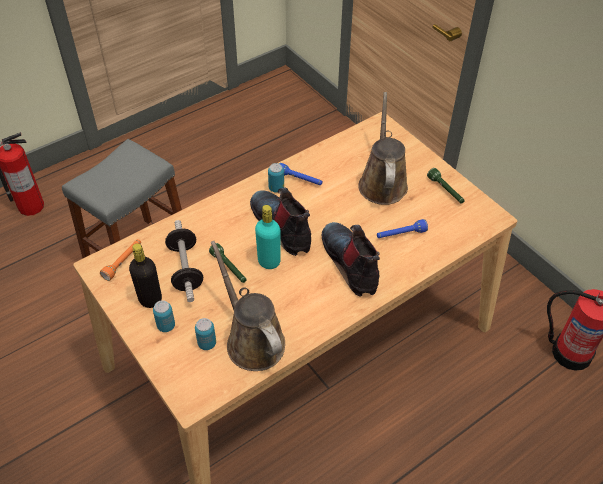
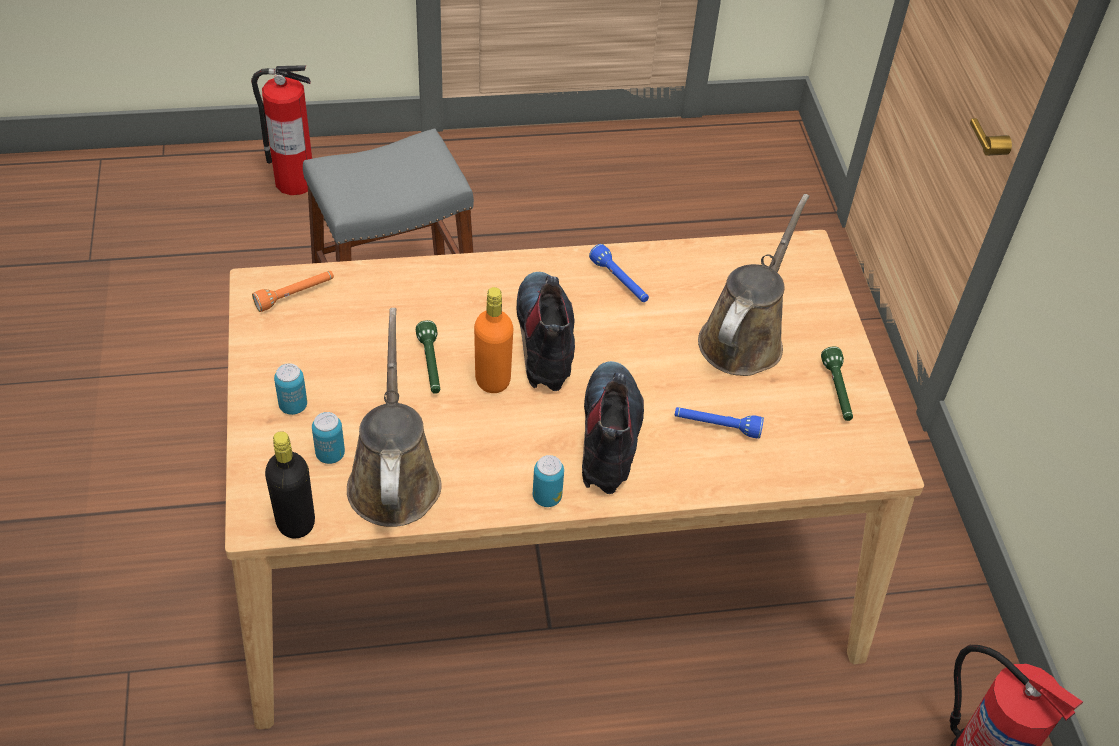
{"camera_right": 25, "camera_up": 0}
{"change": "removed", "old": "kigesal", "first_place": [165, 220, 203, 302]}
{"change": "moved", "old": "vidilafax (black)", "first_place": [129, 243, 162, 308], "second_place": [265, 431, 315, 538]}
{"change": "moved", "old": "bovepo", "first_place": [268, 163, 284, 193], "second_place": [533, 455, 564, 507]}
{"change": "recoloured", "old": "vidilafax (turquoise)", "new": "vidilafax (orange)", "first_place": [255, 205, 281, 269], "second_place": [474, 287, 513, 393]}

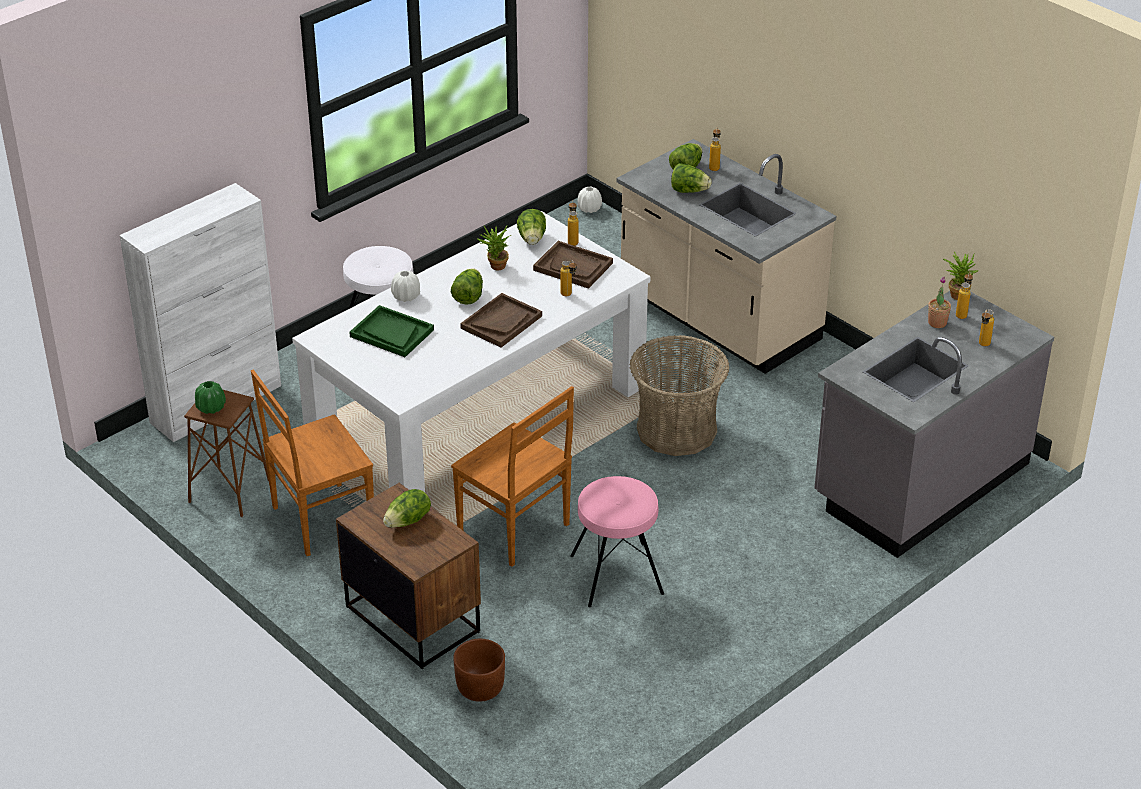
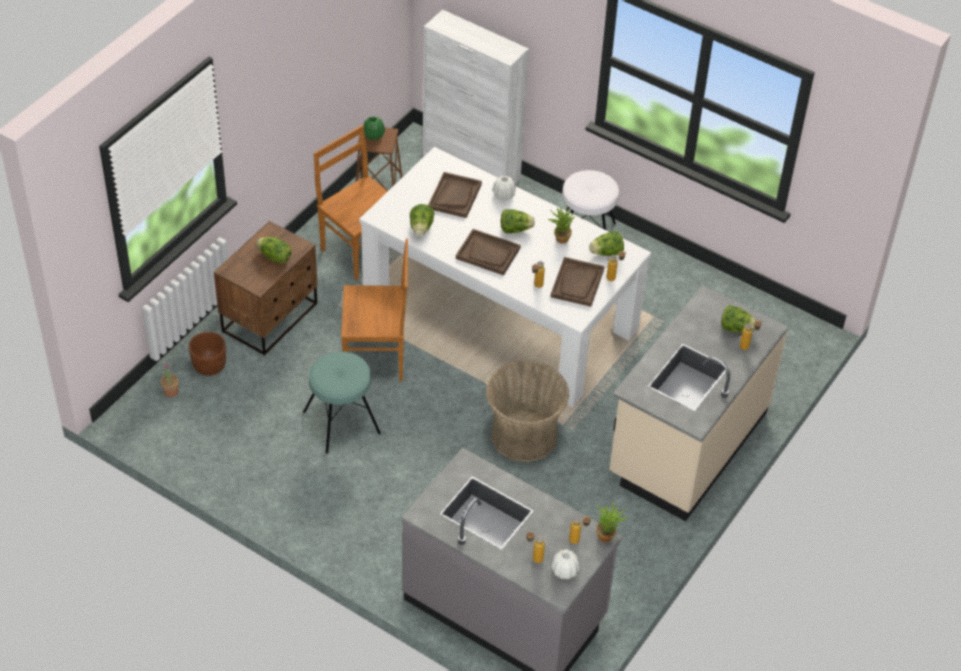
{"camera_right": 75, "camera_up": 10}
{"change": "moved", "old": "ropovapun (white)", "first_place": [578, 187, 602, 213], "second_place": [552, 549, 579, 579]}
{"change": "moved", "old": "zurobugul", "first_place": [671, 163, 712, 193], "second_place": [410, 204, 434, 236]}
{"change": "moved", "old": "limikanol", "first_place": [928, 277, 951, 328], "second_place": [161, 363, 179, 397]}
{"change": "recoloured", "old": "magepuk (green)", "new": "magepuk (brown)", "first_place": [349, 305, 434, 357], "second_place": [428, 172, 482, 218]}
{"change": "recoloured", "old": "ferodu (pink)", "new": "ferodu (turquoise)", "first_place": [570, 476, 664, 607], "second_place": [303, 351, 381, 454]}
{"change": "turned", "old": "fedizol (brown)", "first_place": [451, 386, 574, 567], "second_place": [341, 239, 408, 381], "degrees": -120}

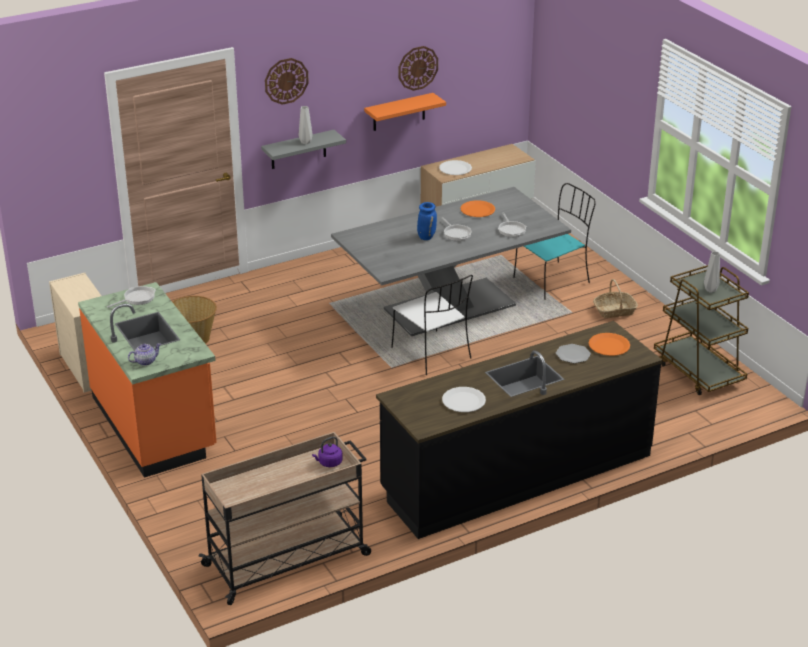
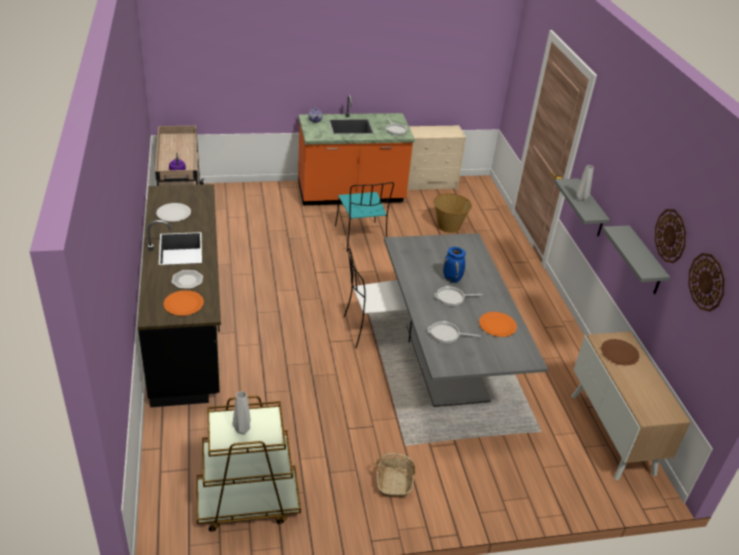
{"camera_right": 105, "camera_up": 5}
{"change": "moved", "old": "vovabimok", "first_place": [265, 58, 309, 105], "second_place": [688, 253, 725, 312]}
{"change": "moved", "old": "fedizol (turquoise)", "first_place": [513, 183, 596, 300], "second_place": [335, 182, 394, 252]}
{"change": "recoloured", "old": "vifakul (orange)", "new": "vifakul (grey)", "first_place": [364, 93, 446, 131], "second_place": [602, 225, 670, 294]}
{"change": "recoloured", "old": "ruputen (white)", "new": "ruputen (brown)", "first_place": [439, 160, 472, 175], "second_place": [601, 339, 640, 365]}

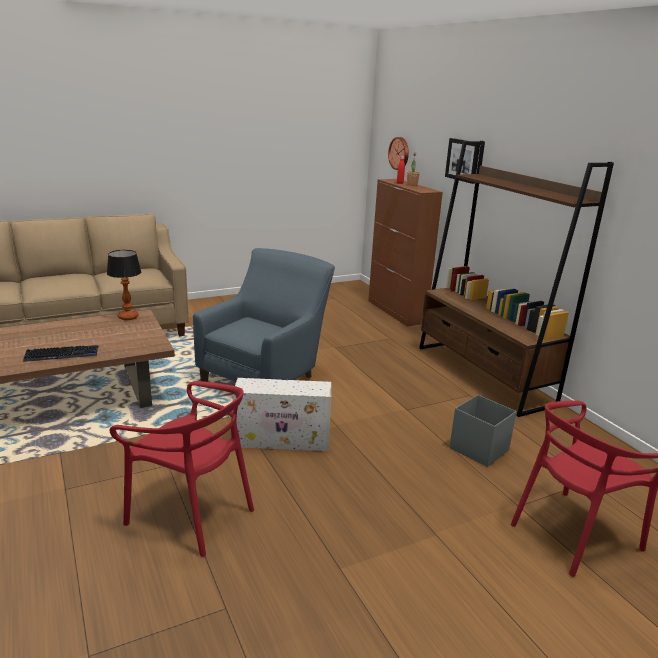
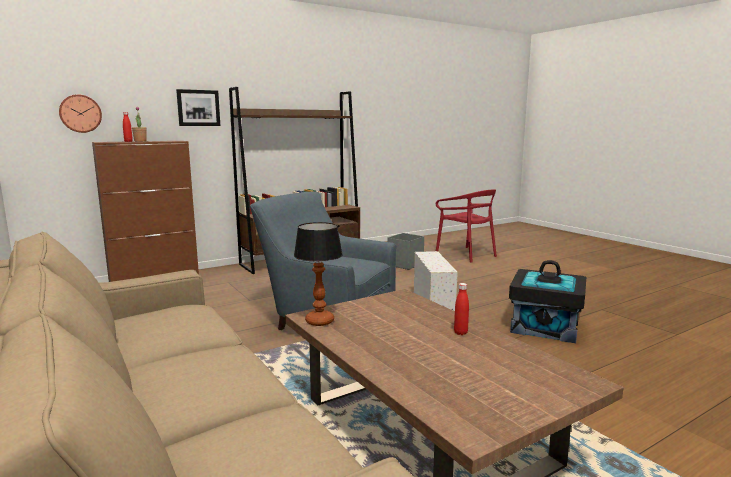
{"camera_right": -95, "camera_up": -10}
{"change": "replaced", "old": "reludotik", "new": "vidilafax (red)", "first_place": [23, 345, 99, 362], "second_place": [454, 283, 469, 335]}
{"change": "replaced", "old": "fedizol (red)", "new": "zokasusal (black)", "first_place": [109, 381, 254, 557], "second_place": [509, 260, 586, 343]}

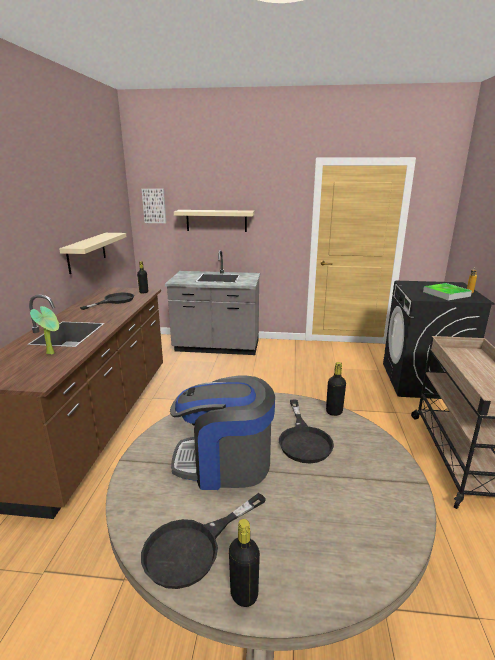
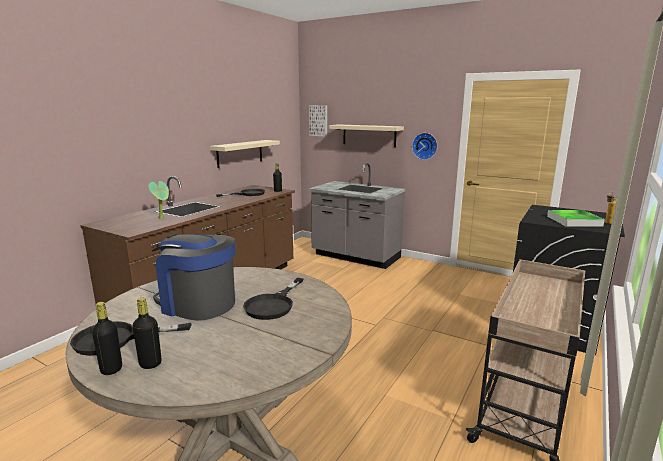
{"camera_right": 25, "camera_up": -5}
{"change": "added", "new": "vovabimok", "second_place": [412, 133, 438, 160]}
{"change": "moved", "old": "vidilafax (black)", "first_place": [326, 362, 346, 416], "second_place": [132, 298, 162, 369]}

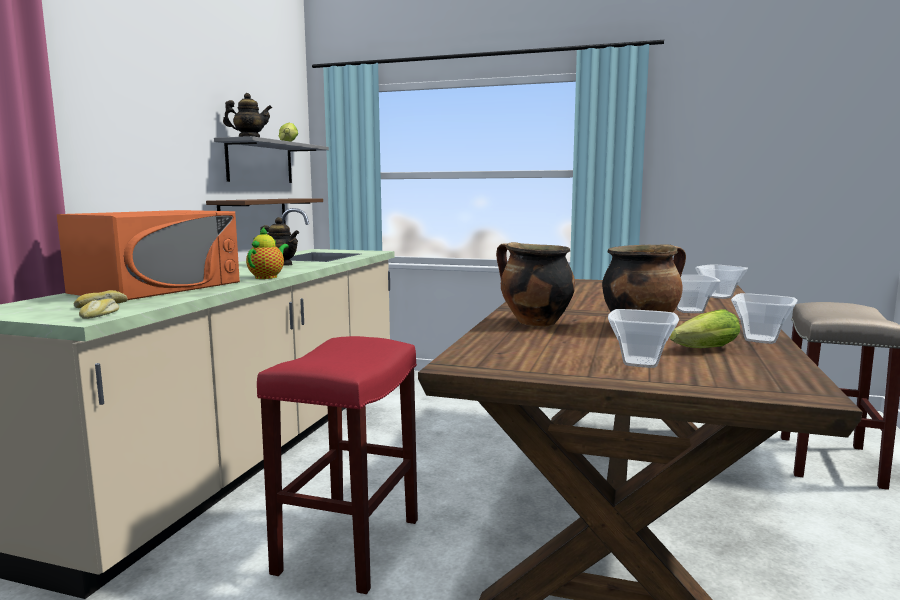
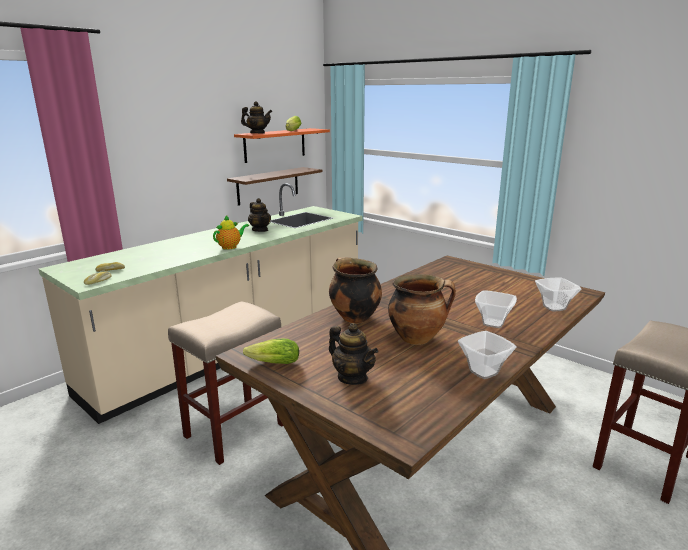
{"camera_right": 25, "camera_up": 10}
{"change": "removed", "old": "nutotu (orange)", "first_place": [57, 210, 240, 300]}
{"change": "moved", "old": "zurobugul", "first_place": [670, 309, 740, 348], "second_place": [243, 339, 299, 364]}
{"change": "replaced", "old": "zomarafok", "new": "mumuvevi", "first_place": [608, 309, 679, 368], "second_place": [329, 323, 378, 385]}
{"change": "recoloured", "old": "vifakul (grey)", "new": "vifakul (orange)", "first_place": [214, 136, 329, 183], "second_place": [234, 128, 330, 163]}
{"change": "recoloured", "old": "ferodu (red)", "new": "ferodu (beige)", "first_place": [257, 336, 418, 594], "second_place": [168, 301, 283, 465]}

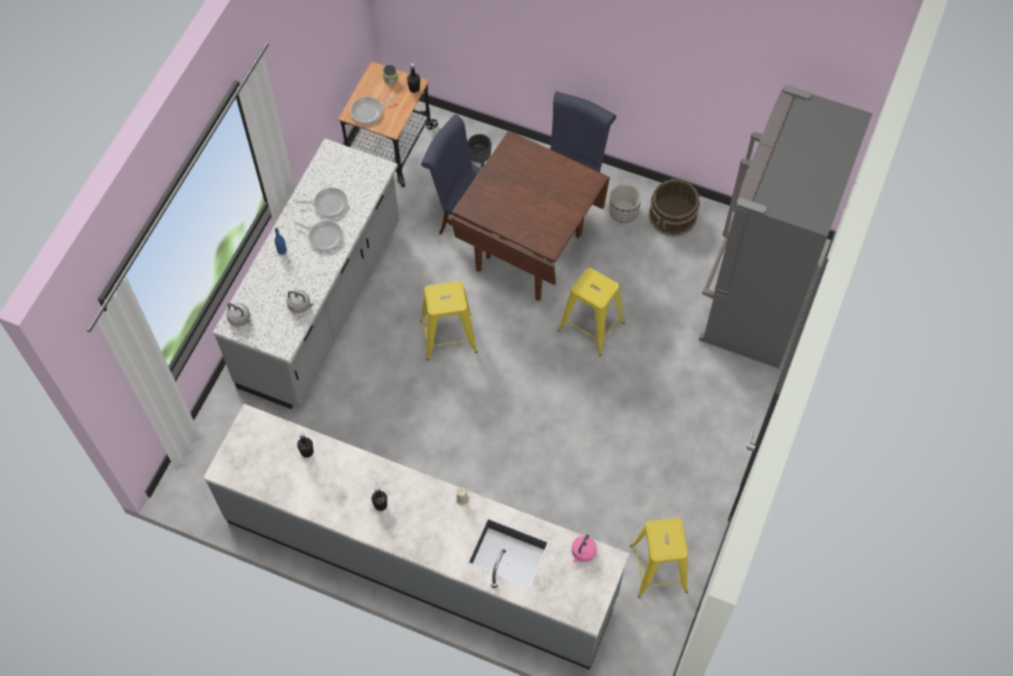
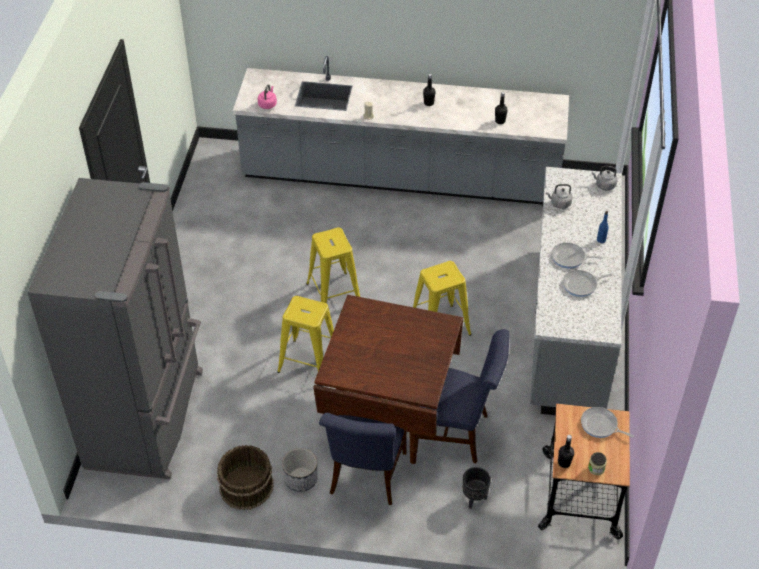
{"camera_right": 165, "camera_up": -15}
{"change": "moved", "old": "ferodu (yellow)", "first_place": [630, 518, 688, 598], "second_place": [306, 227, 360, 304]}
{"change": "turned", "old": "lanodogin", "first_place": [350, 96, 396, 124], "second_place": [581, 407, 634, 438], "degrees": -105}

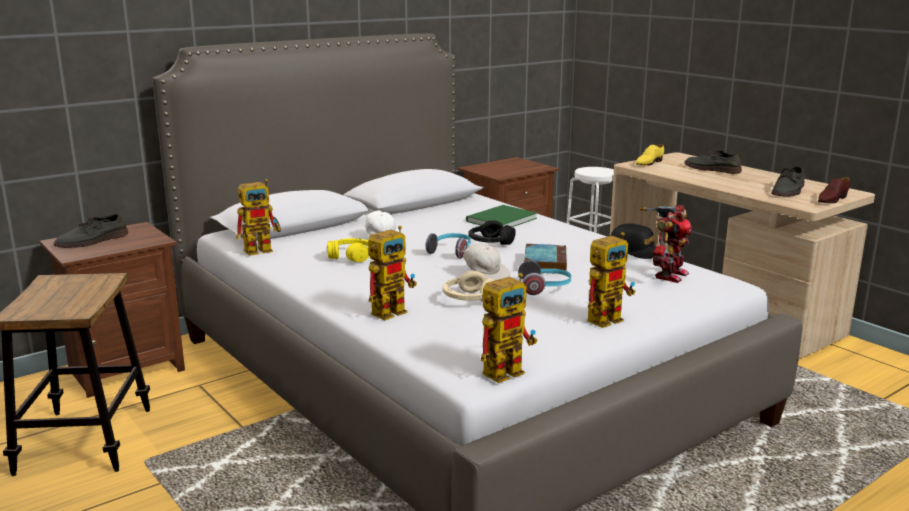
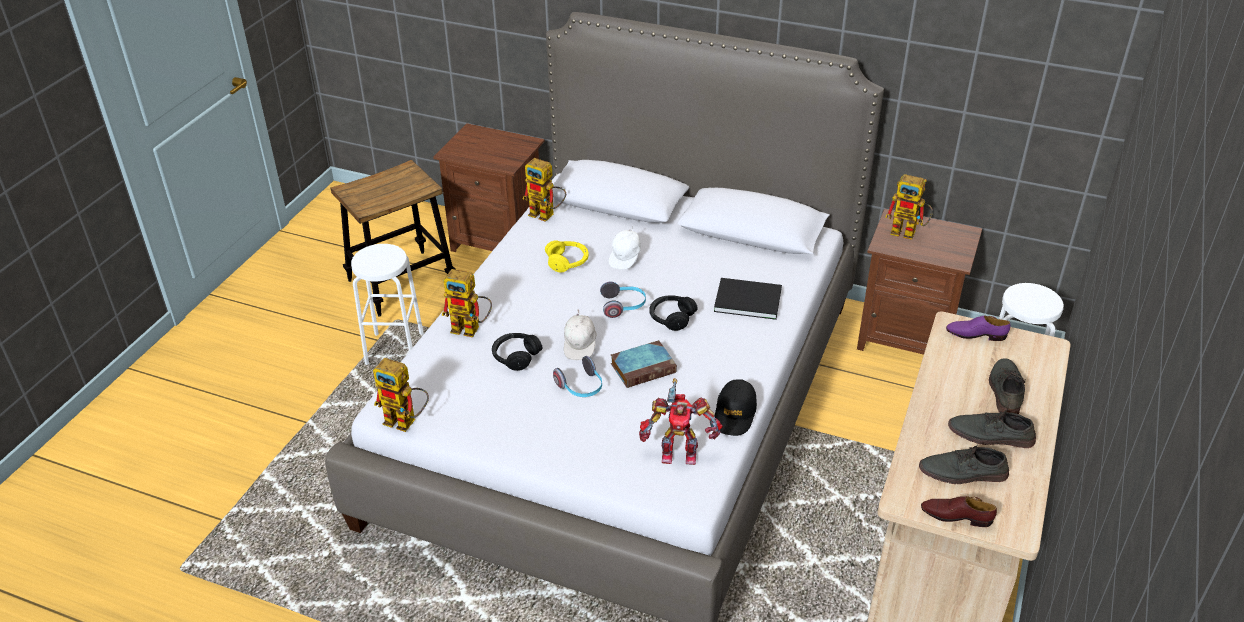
{"camera_right": 60, "camera_up": 20}
{"change": "added", "new": "ferodu (white)", "second_place": [351, 244, 424, 365]}
{"change": "moved", "old": "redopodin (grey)", "first_place": [54, 214, 128, 248], "second_place": [948, 409, 1036, 448]}
{"change": "moved", "old": "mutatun", "first_place": [587, 232, 636, 328], "second_place": [885, 174, 933, 240]}
{"change": "recoloured", "old": "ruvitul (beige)", "new": "ruvitul (black)", "first_place": [443, 271, 495, 302], "second_place": [492, 333, 542, 371]}
{"change": "recoloured", "old": "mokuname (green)", "new": "mokuname (black)", "first_place": [466, 205, 537, 227], "second_place": [714, 278, 782, 320]}
{"change": "recoloured", "old": "redopodin (yellow)", "new": "redopodin (purple)", "first_place": [636, 144, 664, 166], "second_place": [946, 316, 1010, 341]}

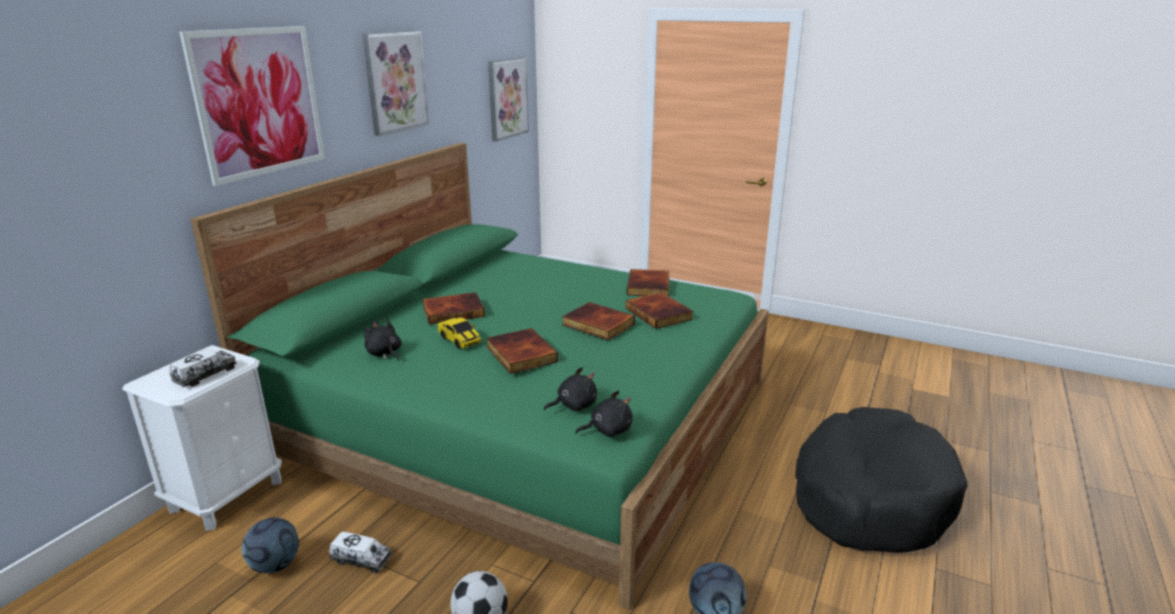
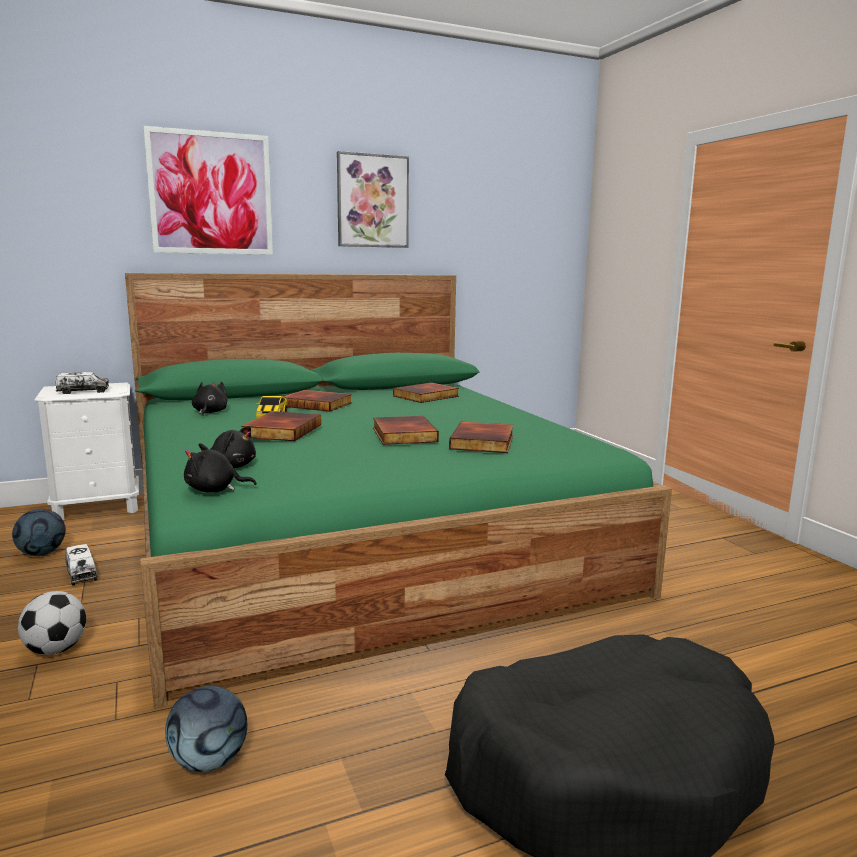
{"camera_right": 40, "camera_up": -10}
{"change": "removed", "old": "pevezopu", "first_place": [488, 57, 529, 142]}
{"change": "moved", "old": "mokuname", "first_place": [627, 269, 670, 296], "second_place": [393, 383, 459, 403]}
{"change": "turned", "old": "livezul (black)", "first_place": [575, 390, 633, 437], "second_place": [184, 443, 257, 492], "degrees": 150}

